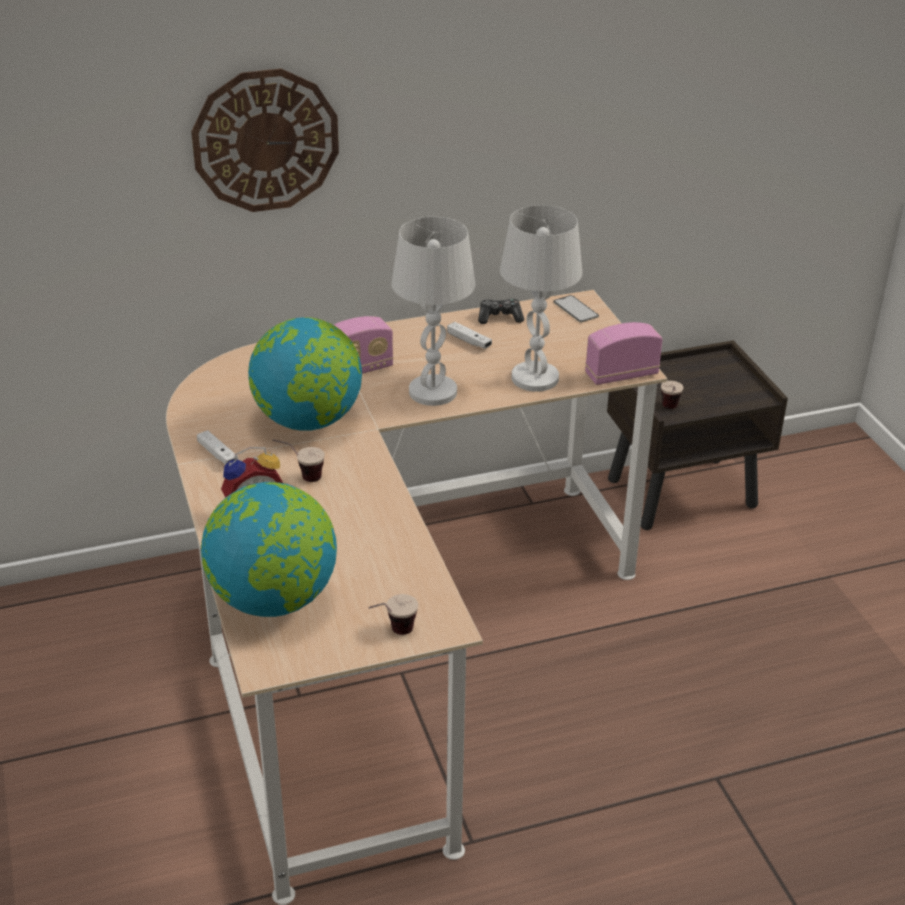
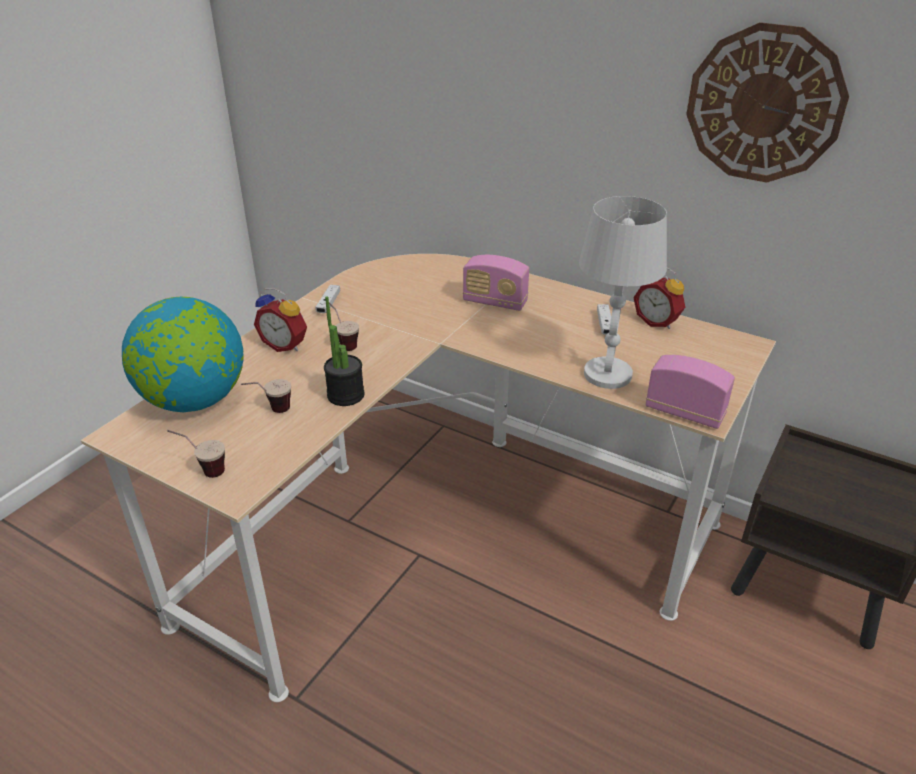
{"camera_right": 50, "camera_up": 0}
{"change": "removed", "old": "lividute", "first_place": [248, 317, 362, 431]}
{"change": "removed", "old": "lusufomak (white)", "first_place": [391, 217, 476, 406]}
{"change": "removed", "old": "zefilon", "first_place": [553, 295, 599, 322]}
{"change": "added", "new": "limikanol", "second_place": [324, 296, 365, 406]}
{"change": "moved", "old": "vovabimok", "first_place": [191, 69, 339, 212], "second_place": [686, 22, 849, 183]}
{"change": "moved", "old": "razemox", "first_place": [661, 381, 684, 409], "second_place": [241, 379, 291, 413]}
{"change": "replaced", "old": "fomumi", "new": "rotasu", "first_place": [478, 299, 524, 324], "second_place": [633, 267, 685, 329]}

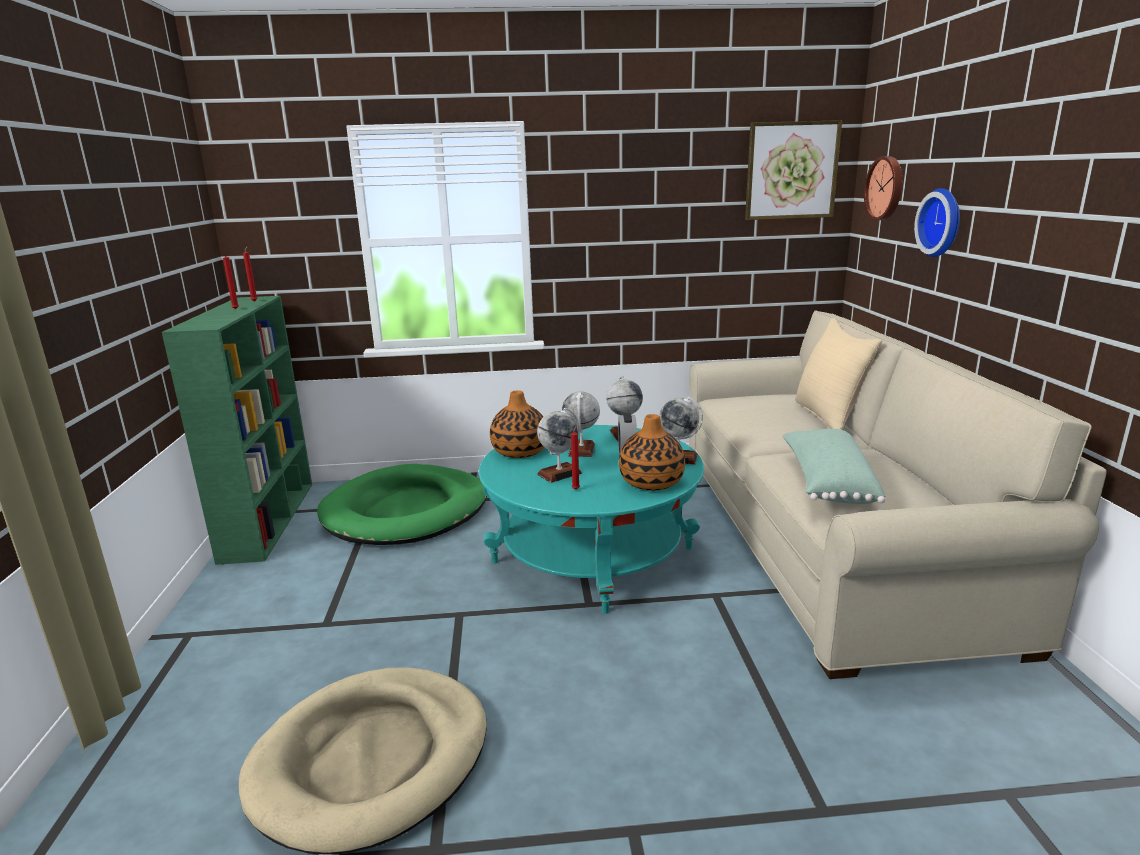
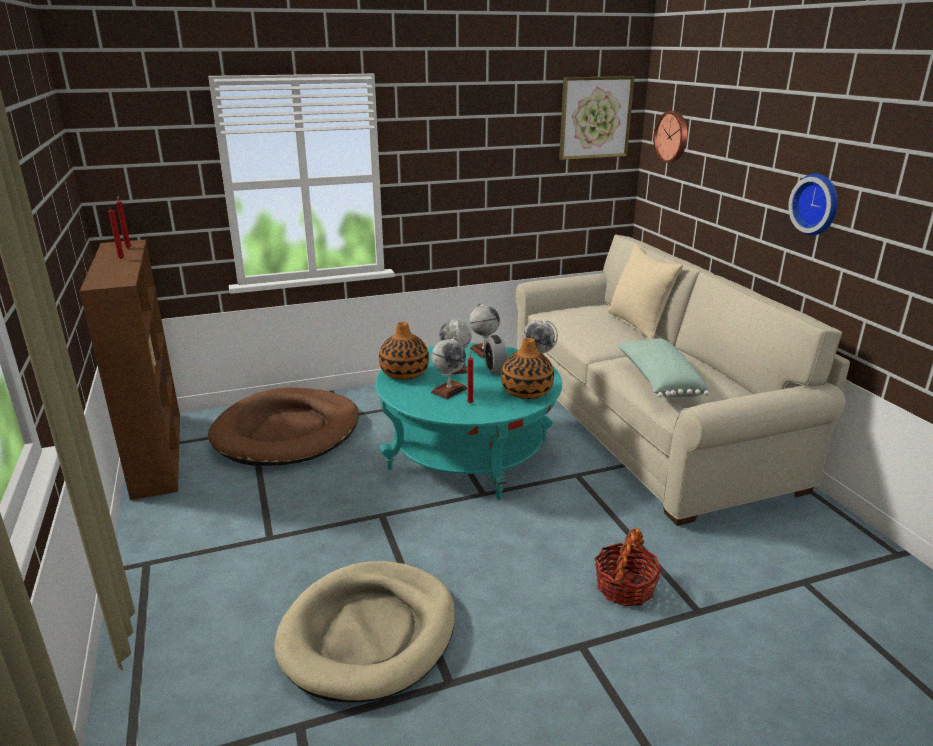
{"camera_right": -15, "camera_up": 5}
{"change": "added", "new": "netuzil", "second_place": [595, 528, 662, 606]}
{"change": "moved", "old": "vovabimok", "first_place": [914, 188, 960, 257], "second_place": [788, 174, 838, 235]}
{"change": "recoloured", "old": "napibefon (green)", "new": "napibefon (brown)", "first_place": [162, 296, 312, 565], "second_place": [80, 239, 180, 500]}
{"change": "recoloured", "old": "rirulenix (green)", "new": "rirulenix (brown)", "first_place": [317, 464, 487, 545], "second_place": [208, 387, 359, 466]}

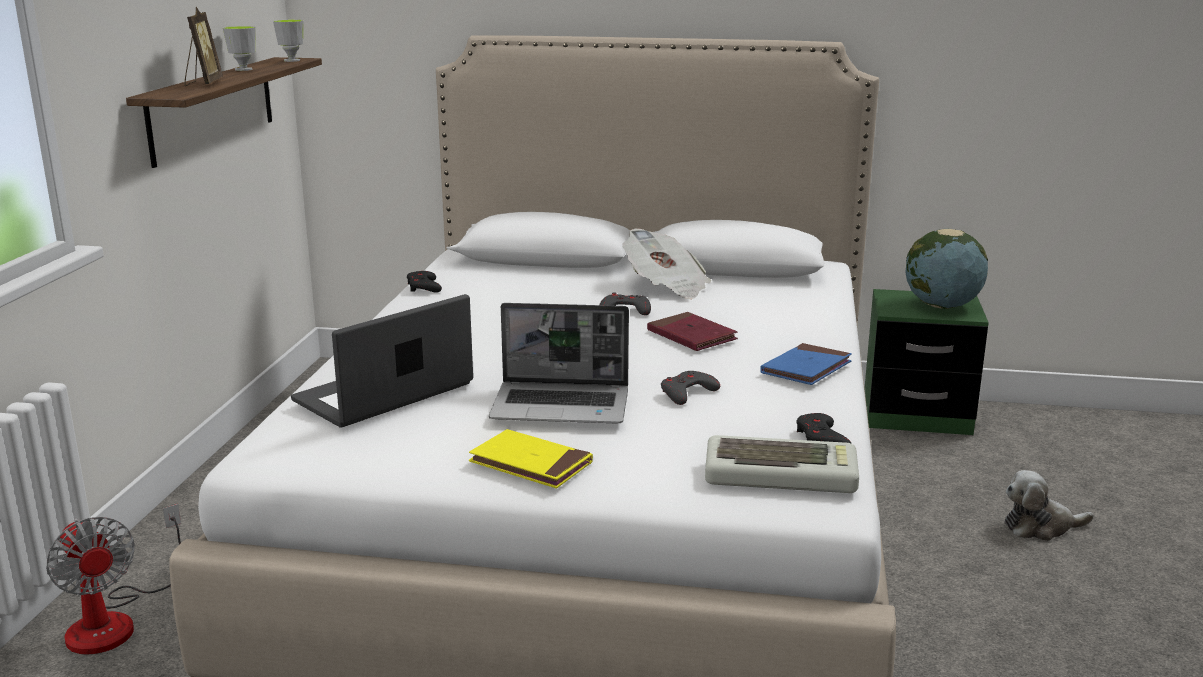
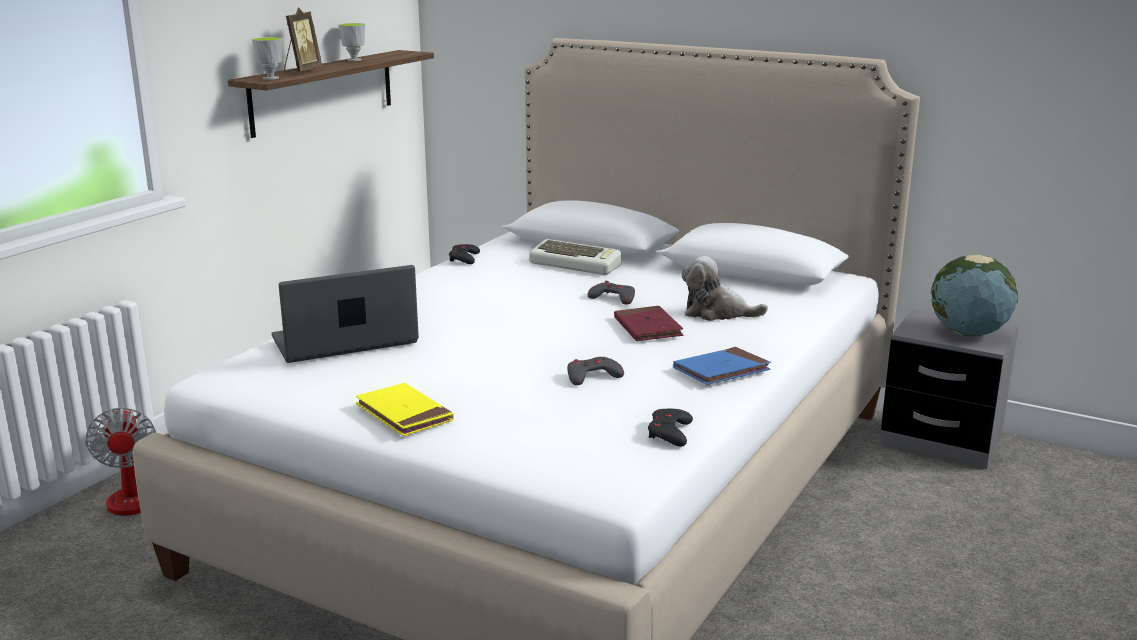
{"camera_right": 20, "camera_up": 0}
{"change": "removed", "old": "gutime", "first_place": [489, 303, 629, 423]}
{"change": "removed", "old": "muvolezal", "first_place": [622, 229, 711, 300]}
{"change": "moved", "old": "razemox", "first_place": [273, 19, 304, 62], "second_place": [252, 37, 282, 80]}
{"change": "moved", "old": "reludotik", "first_place": [705, 435, 859, 493], "second_place": [529, 239, 621, 275]}
{"change": "moved", "old": "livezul", "first_place": [1005, 470, 1094, 541], "second_place": [682, 256, 768, 321]}
{"change": "recoloured", "old": "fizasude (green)", "new": "fizasude (grey)", "first_place": [864, 289, 989, 435], "second_place": [880, 309, 1019, 469]}

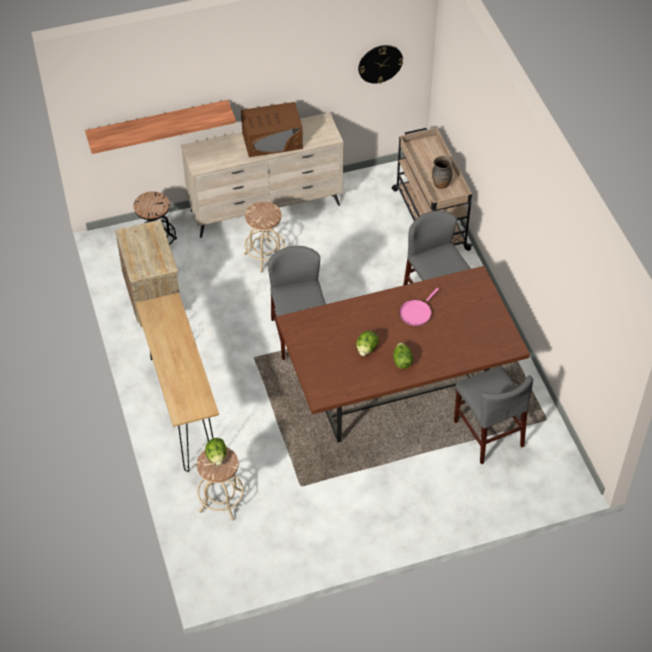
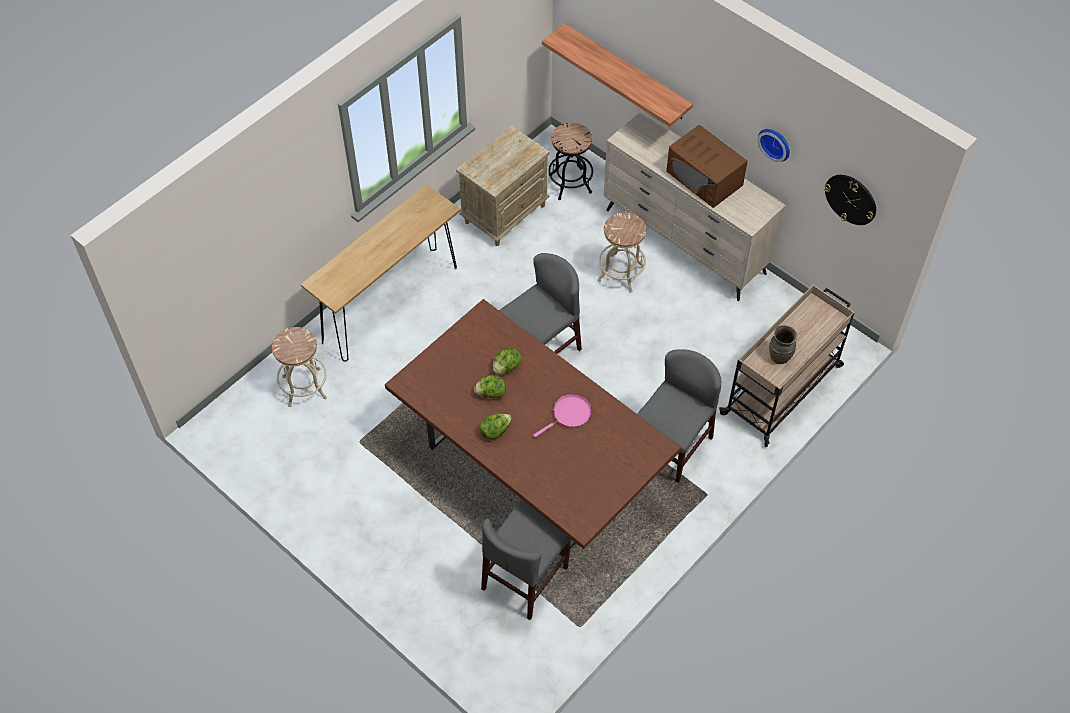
{"camera_right": 60, "camera_up": 5}
{"change": "added", "new": "vovabimok", "second_place": [758, 129, 790, 162]}
{"change": "moved", "old": "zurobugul", "first_place": [205, 438, 227, 465], "second_place": [493, 348, 522, 374]}
{"change": "turned", "old": "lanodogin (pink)", "first_place": [399, 288, 439, 326], "second_place": [533, 394, 592, 438], "degrees": 135}

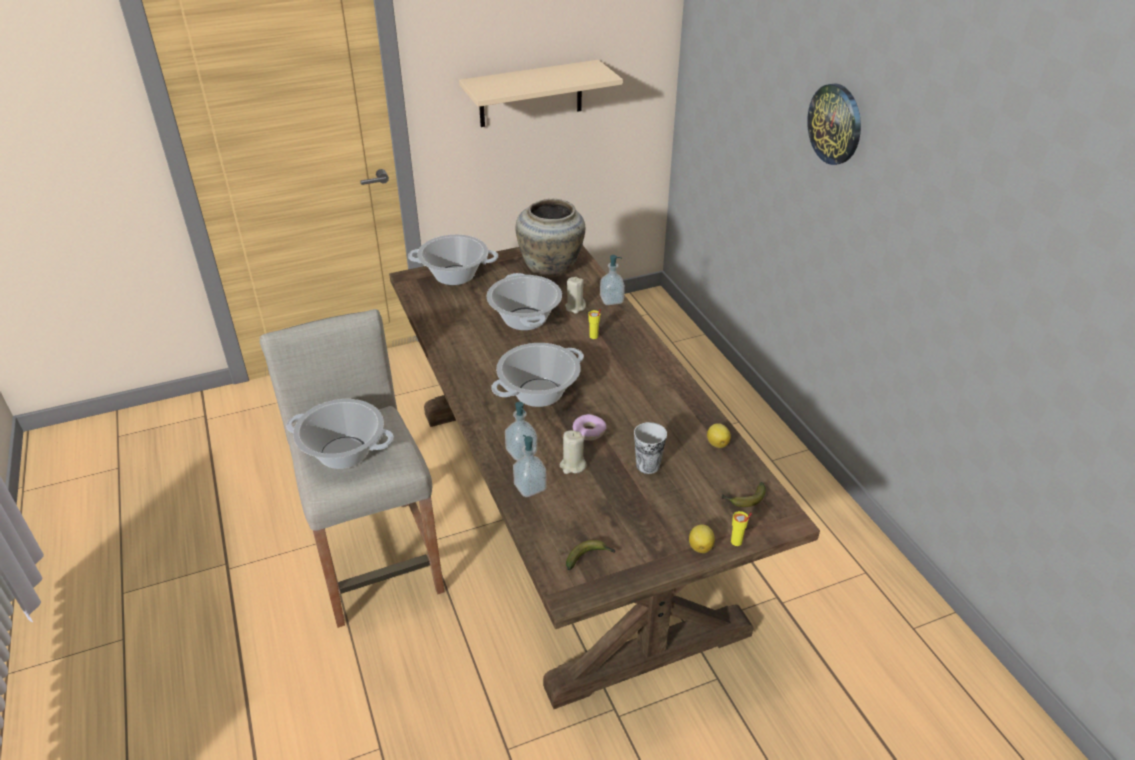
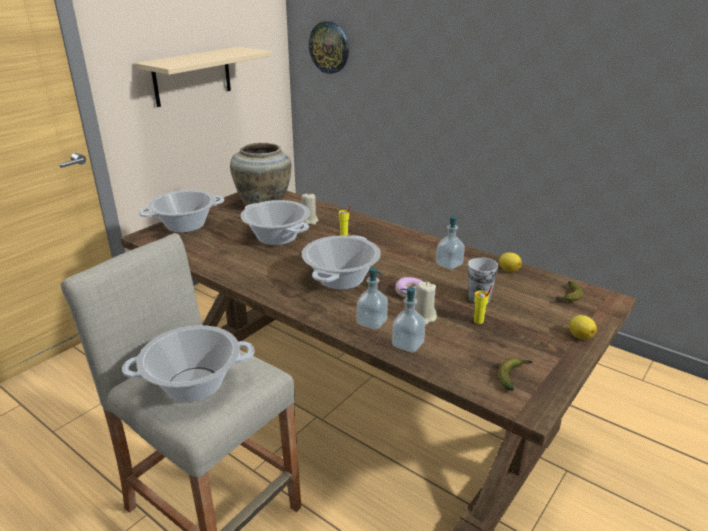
{"camera_right": -30, "camera_up": -10}
{"change": "moved", "old": "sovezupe", "first_place": [600, 255, 625, 305], "second_place": [436, 216, 465, 270]}
{"change": "moved", "old": "razemox (yellow)", "first_place": [731, 511, 752, 546], "second_place": [474, 285, 492, 324]}
{"change": "moved", "old": "vovabimok", "first_place": [807, 83, 861, 165], "second_place": [309, 21, 349, 74]}

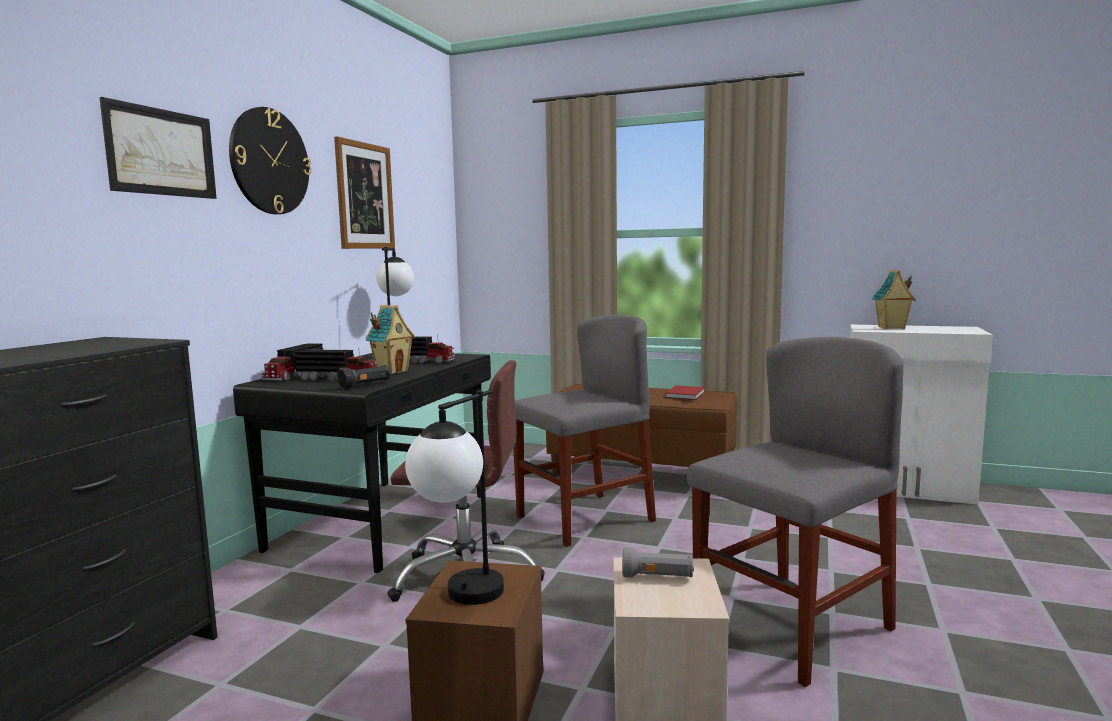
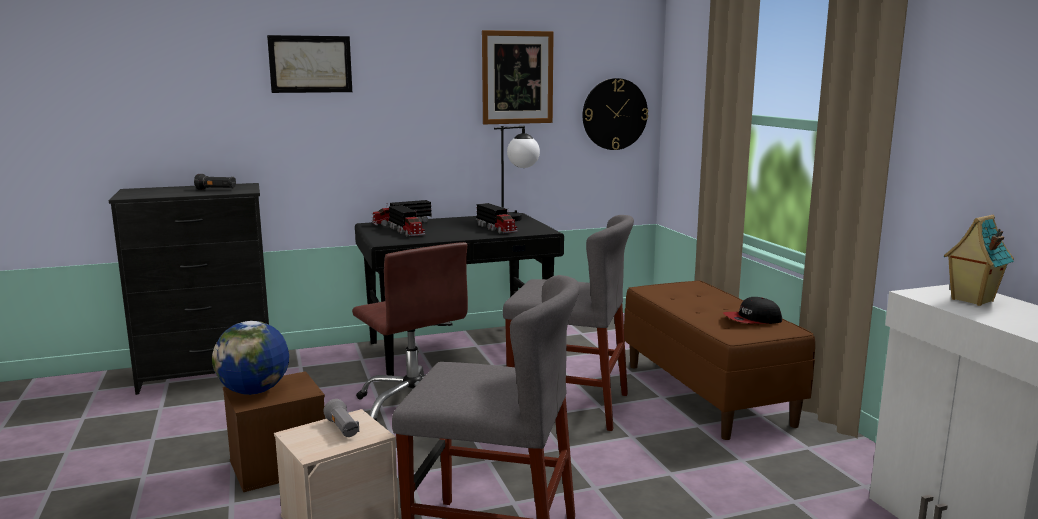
{"camera_right": 50, "camera_up": 5}
{"change": "removed", "old": "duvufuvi", "first_place": [365, 305, 415, 374]}
{"change": "moved", "old": "vovabimok", "first_place": [229, 107, 311, 214], "second_place": [583, 78, 648, 150]}
{"change": "moved", "old": "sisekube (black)", "first_place": [337, 365, 391, 389], "second_place": [194, 174, 236, 190]}
{"change": "replaced", "old": "lusufomak", "new": "lividute", "first_place": [405, 389, 504, 605], "second_place": [212, 321, 289, 395]}
{"change": "replaced", "old": "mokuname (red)", "new": "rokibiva", "first_place": [665, 385, 705, 400], "second_place": [723, 297, 782, 324]}

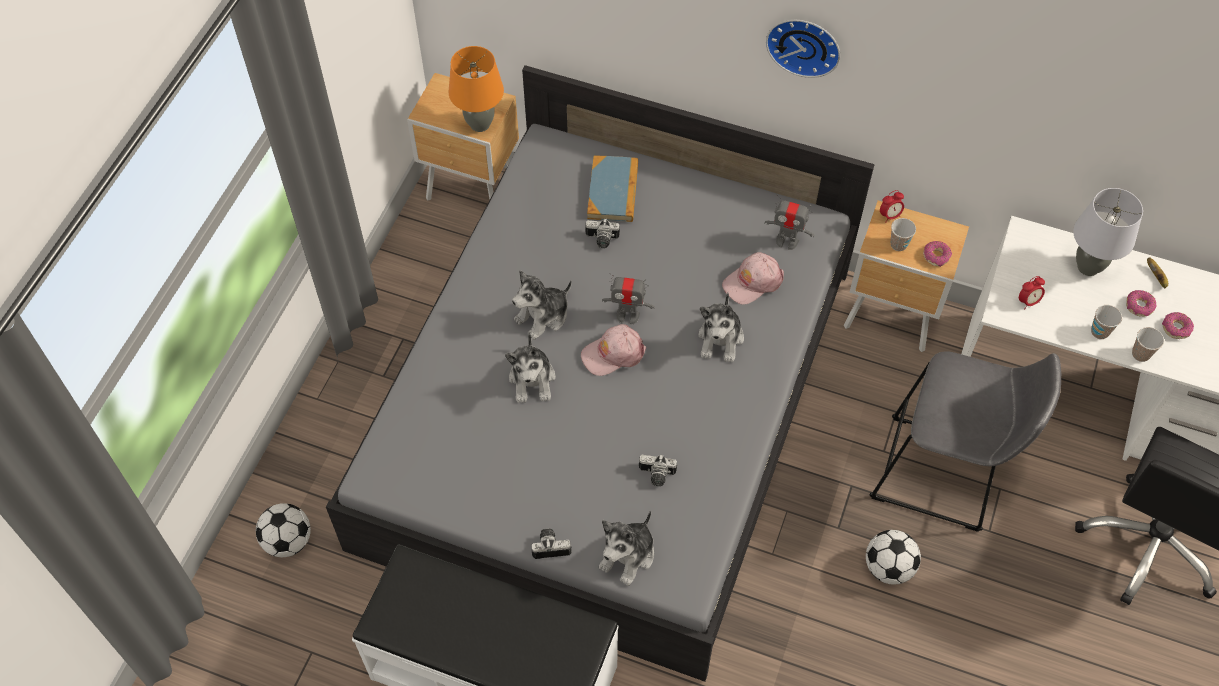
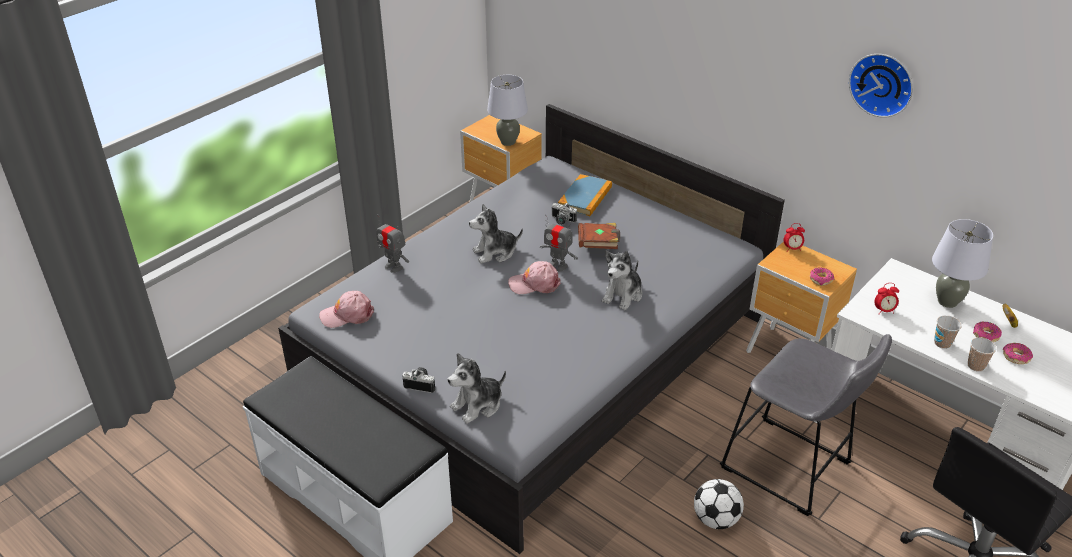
{"camera_right": 20, "camera_up": -20}
{"change": "removed", "old": "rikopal", "first_place": [256, 503, 311, 557]}
{"change": "removed", "old": "livezul", "first_place": [505, 332, 556, 403]}
{"change": "removed", "old": "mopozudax", "first_place": [639, 455, 677, 486]}
{"change": "removed", "old": "razemox", "first_place": [890, 218, 916, 251]}
{"change": "added", "new": "mokuname (brown)", "second_place": [578, 223, 620, 249]}
{"change": "moved", "old": "rokibiva (pink)", "first_place": [722, 252, 784, 305], "second_place": [319, 291, 374, 328]}
{"change": "moved", "old": "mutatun", "first_place": [764, 194, 815, 250], "second_place": [376, 214, 409, 273]}
{"change": "moved", "old": "vovabimok", "first_place": [766, 20, 840, 78], "second_place": [849, 54, 913, 118]}
{"change": "recoloured", "old": "lusufomak (orange)", "new": "lusufomak (grey)", "first_place": [448, 46, 504, 132], "second_place": [487, 75, 528, 146]}

